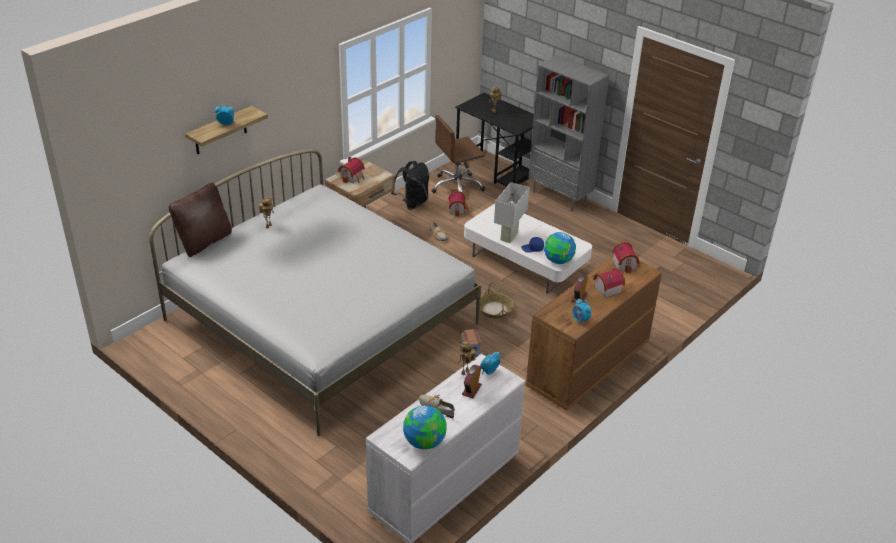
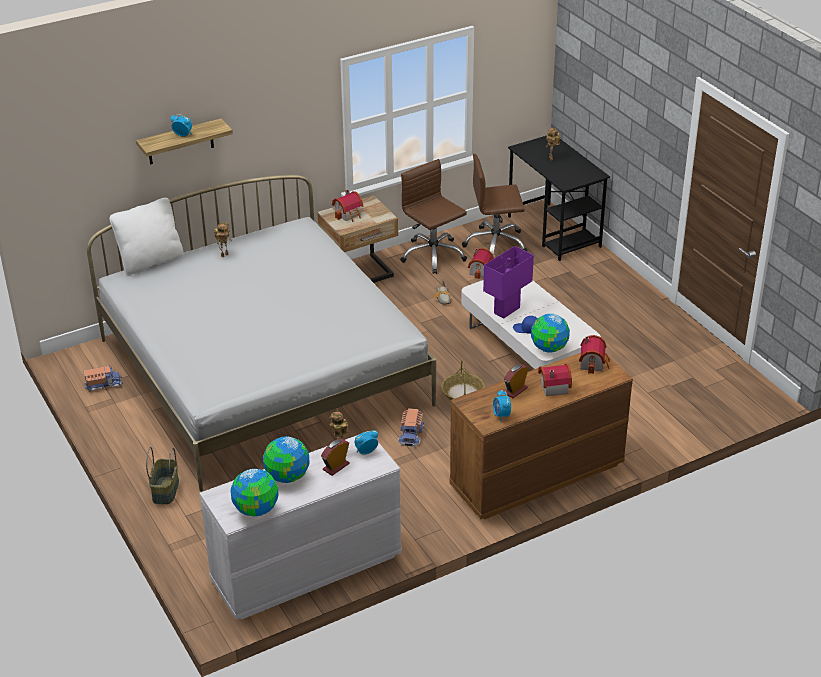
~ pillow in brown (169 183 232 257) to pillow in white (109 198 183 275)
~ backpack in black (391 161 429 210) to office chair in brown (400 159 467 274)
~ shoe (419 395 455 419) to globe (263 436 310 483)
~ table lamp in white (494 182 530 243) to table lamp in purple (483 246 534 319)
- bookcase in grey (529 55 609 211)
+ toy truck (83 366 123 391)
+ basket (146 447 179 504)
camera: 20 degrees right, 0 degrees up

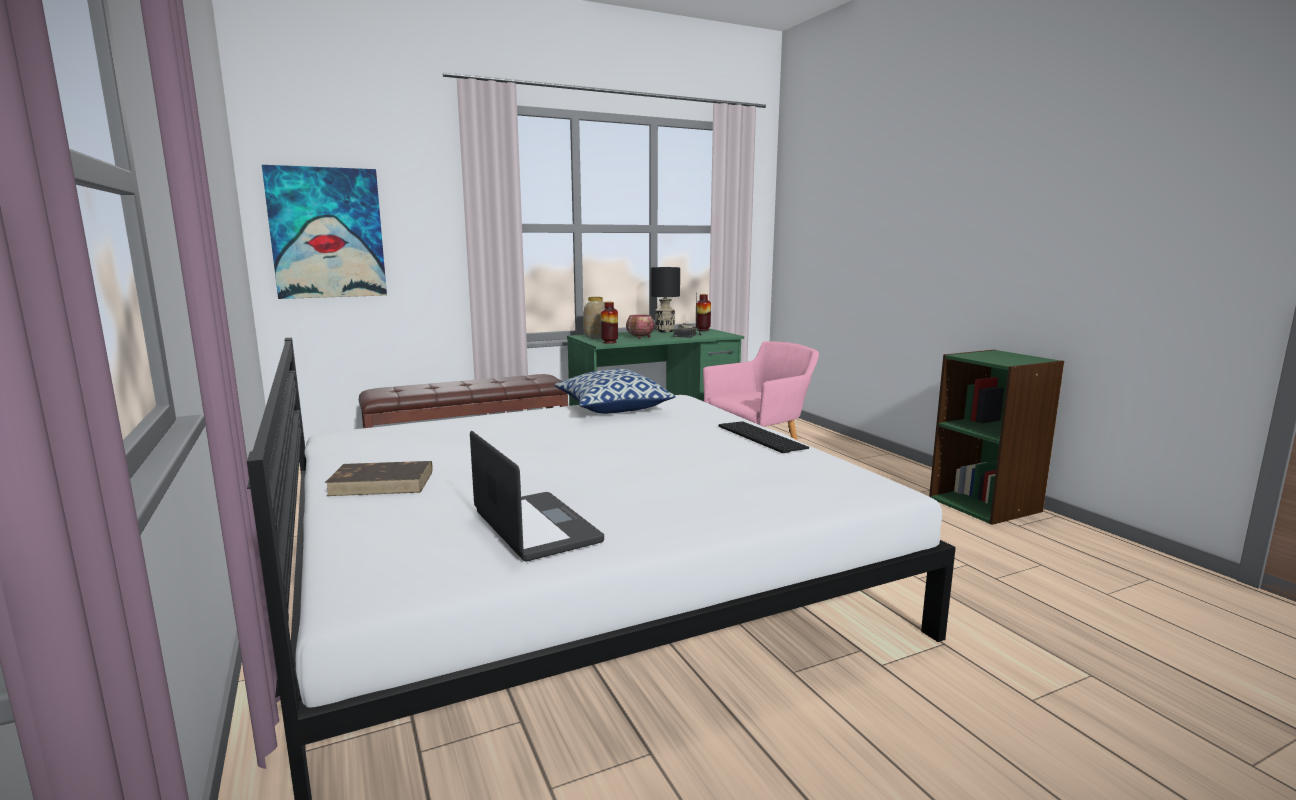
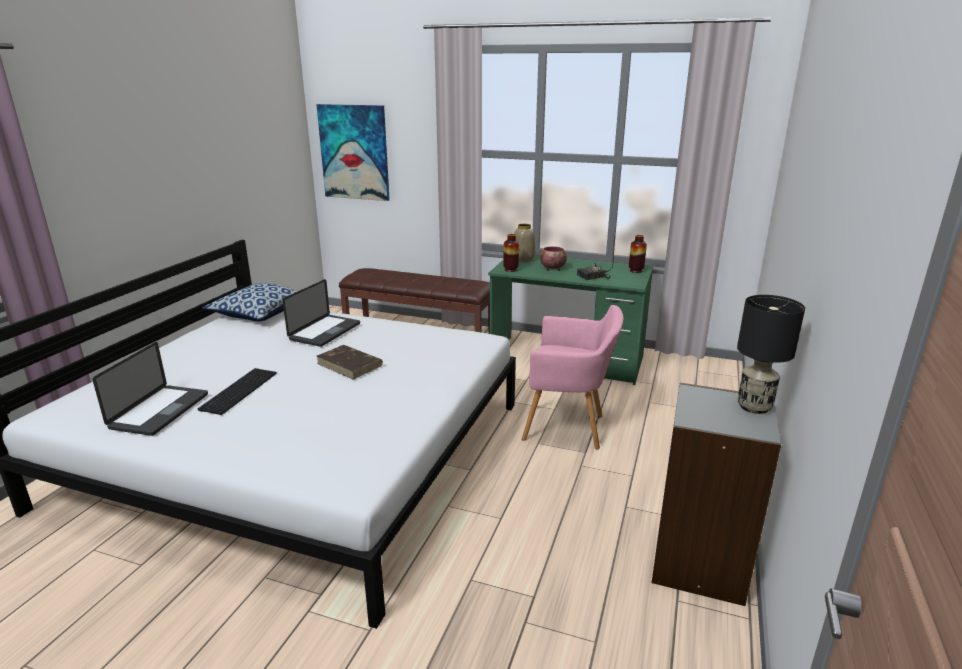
~ book in brown (325 461 433 496) to (317 345 383 380)
~ pillow (554 369 676 414) to (202 283 298 321)
~ table lamp in black (650 267 680 333) to (737 295 805 414)
~ keyboard (719 421 809 453) to (198 368 277 415)
~ bookcase in green (929 350 1064 525) to bookcase in grey (652 383 781 606)
+ laptop (283 279 360 347)
camera: 45 degrees right, 10 degrees up

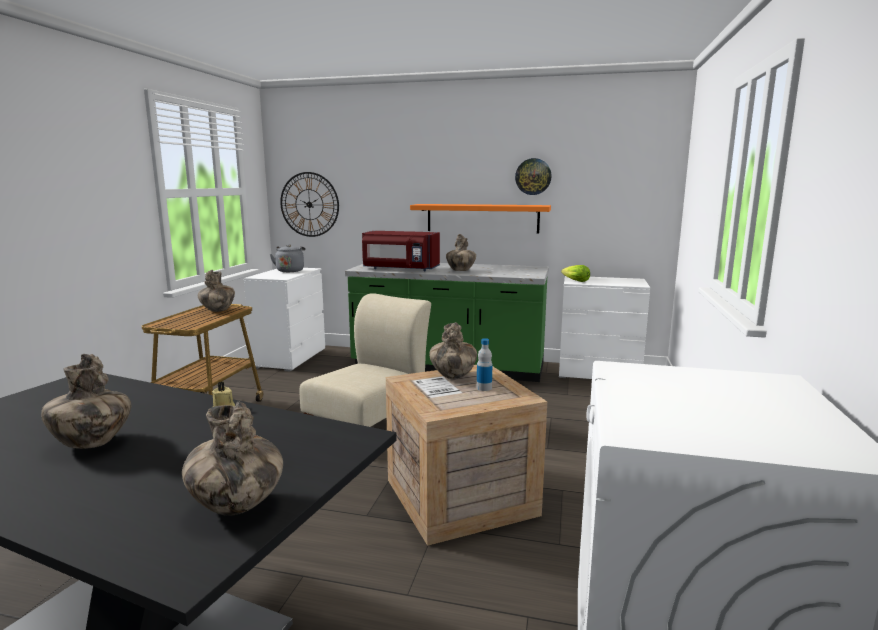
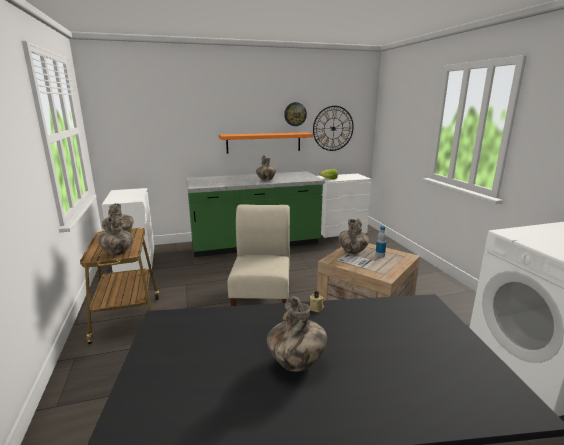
~ vase (182 402 283 516) to (98 215 134 255)
- kettle in grey (270 245 305 272)
~ wall clock (280 172 339 237) to (313 106 354 151)
- microwave in red (362 231 440 271)
camera: 30 degrees left, 5 degrees up

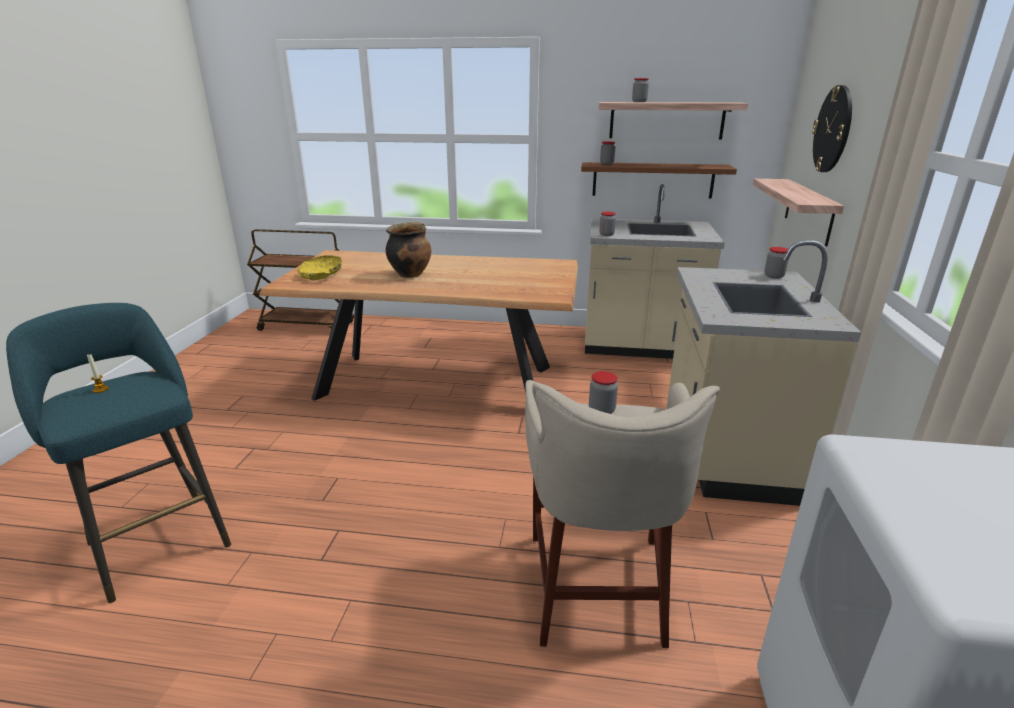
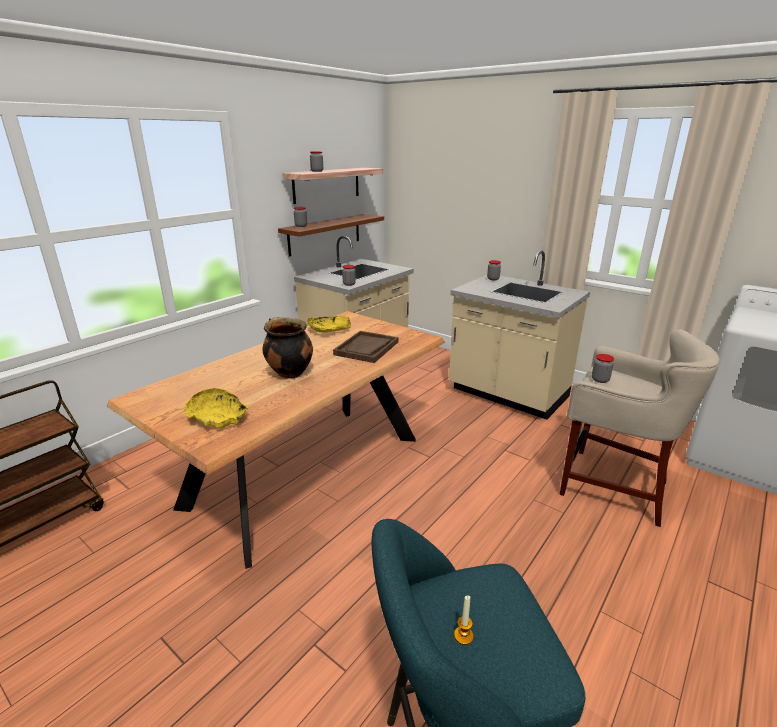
- shelf (753 179 844 246)
- wall clock (812 85 852 172)
+ bowl in yellow (308 316 351 333)
+ tray in brown (333 331 398 363)
camera: 60 degrees left, 0 degrees up

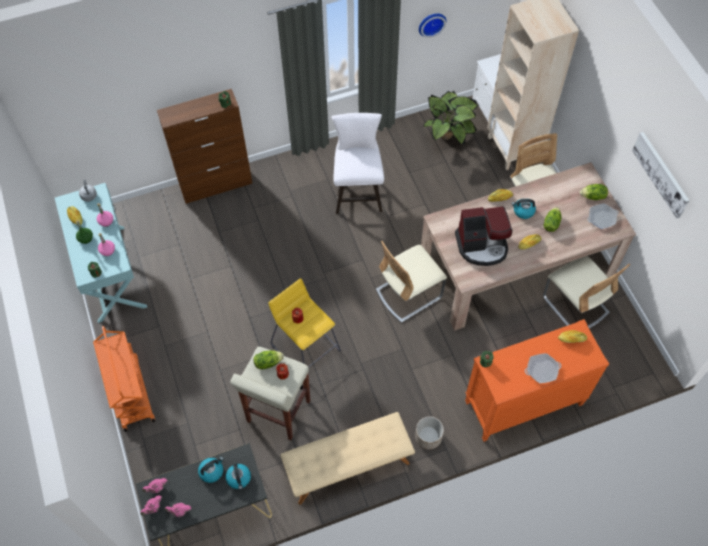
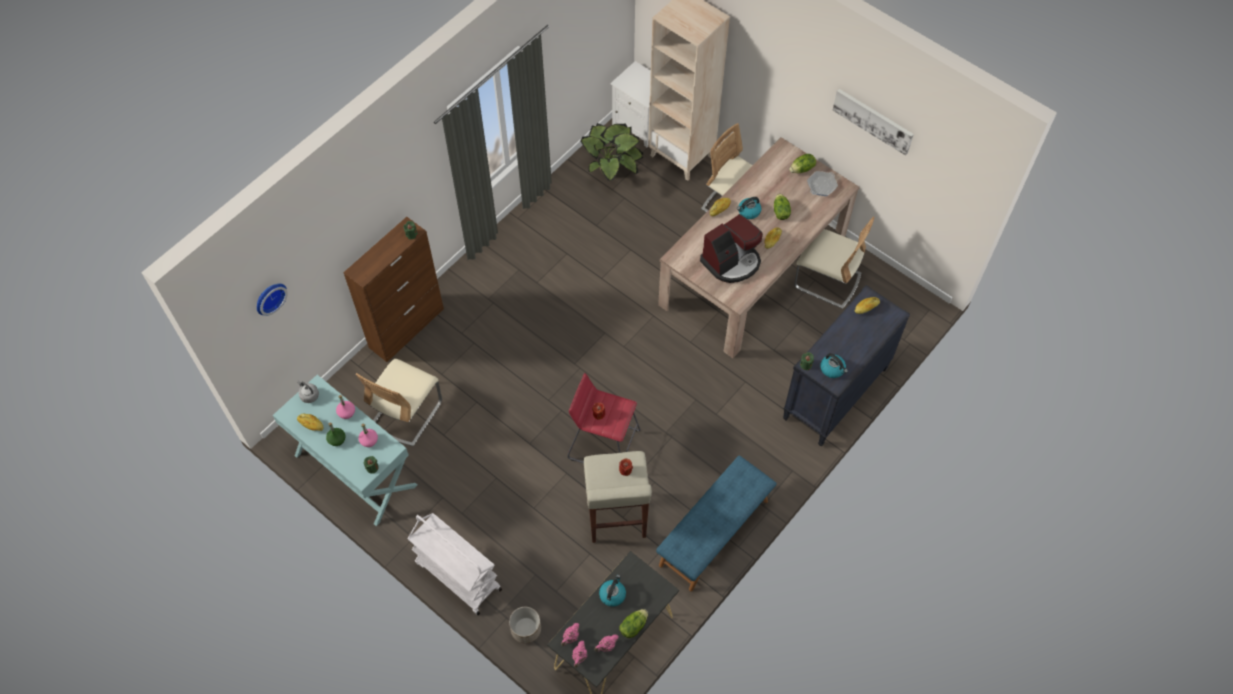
~ cart in orange (93 326 155 432) to cart in white (407 513 502 615)
~ kettle (226 463 251 490) to (820 353 848 378)
~ lettuce (254 350 284 369) to (619 609 648 638)
~ stool in yellow (268 278 341 367) to stool in red (567 373 641 463)
~ bench in beige (280 412 415 505) to bench in blue (656 455 777 591)
- stool in white (331 113 384 214)
~ chair in beige (376 241 447 323) to (356 359 442 446)
~ planter (415 416 444 450) to (509 607 541 644)
~ wall clock (419 14 446 38) to (257 284 288 316)
~ dresser in orange (465 319 609 442) to dresser in black (783 285 910 446)
- frying pan (525 353 561 383)
camera: 30 degrees left, 0 degrees up

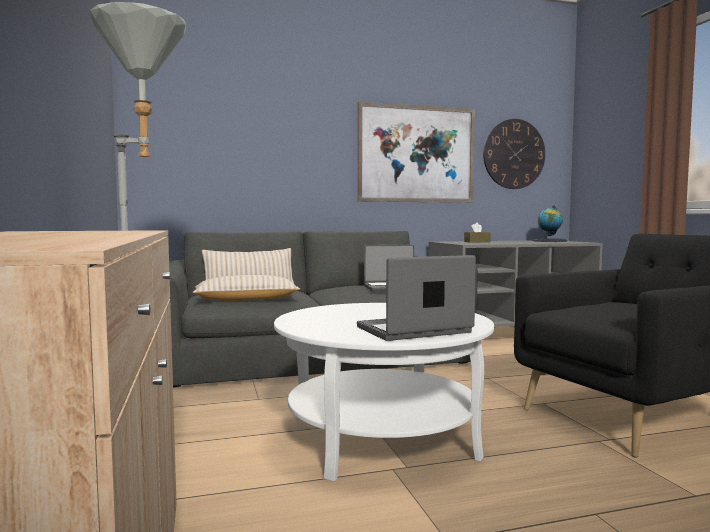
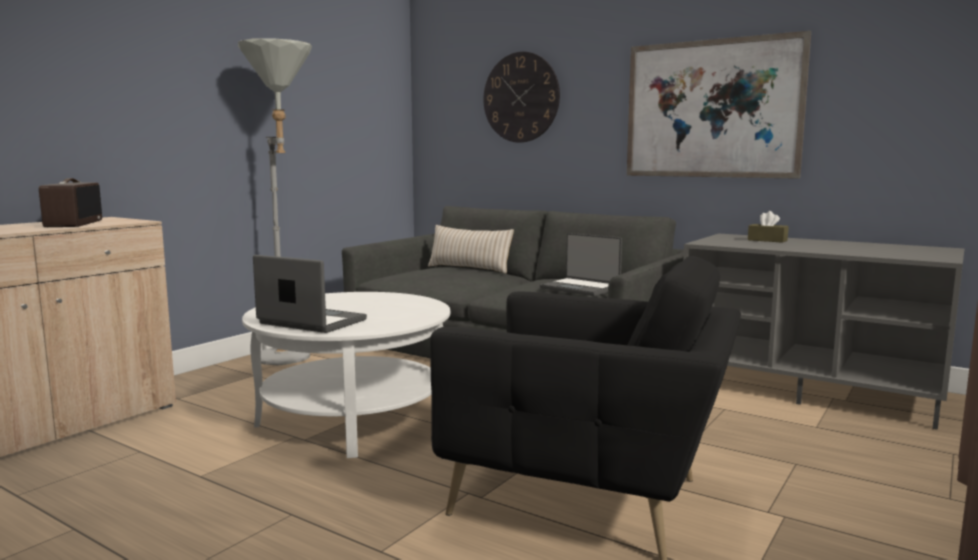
- pillow in beige (193 275 300 301)
~ wall clock (483 119 545 189) to (483 52 560 143)
- globe (533 205 567 242)
+ radio (39 178 102 227)
camera: 50 degrees right, 5 degrees up

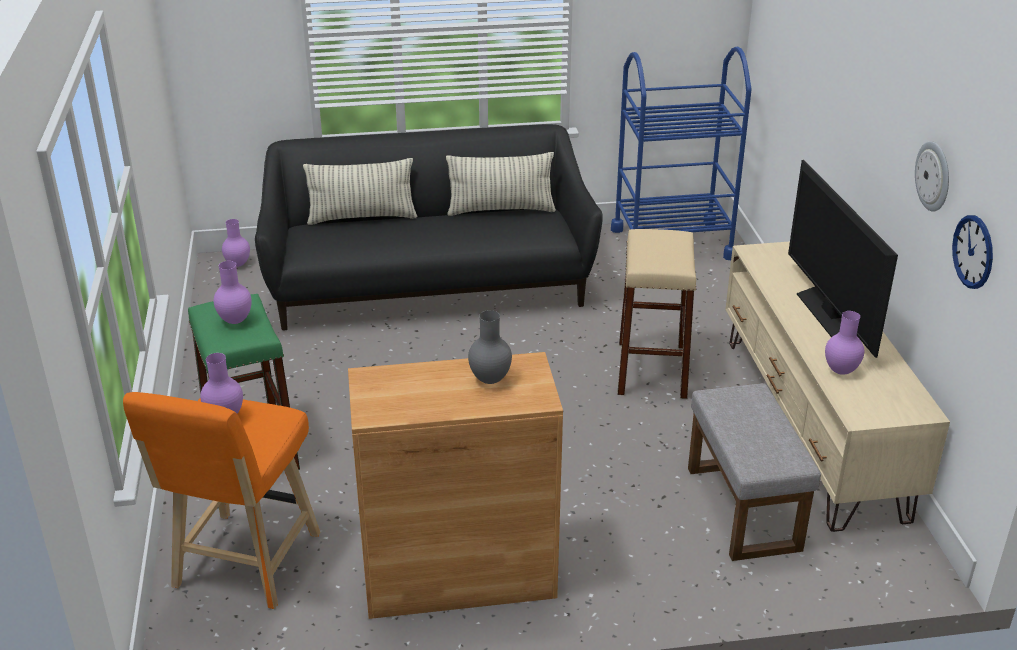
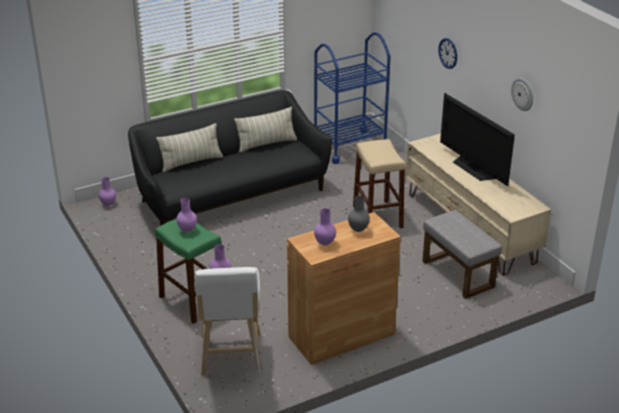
~ stool in orange (123 392 321 609) to stool in white (195 267 262 376)
~ vase in purple (825 311 864 375) to (314 208 336 245)
~ wall clock (952 215 993 289) to (438 38 457 69)
camera: 20 degrees left, 0 degrees up

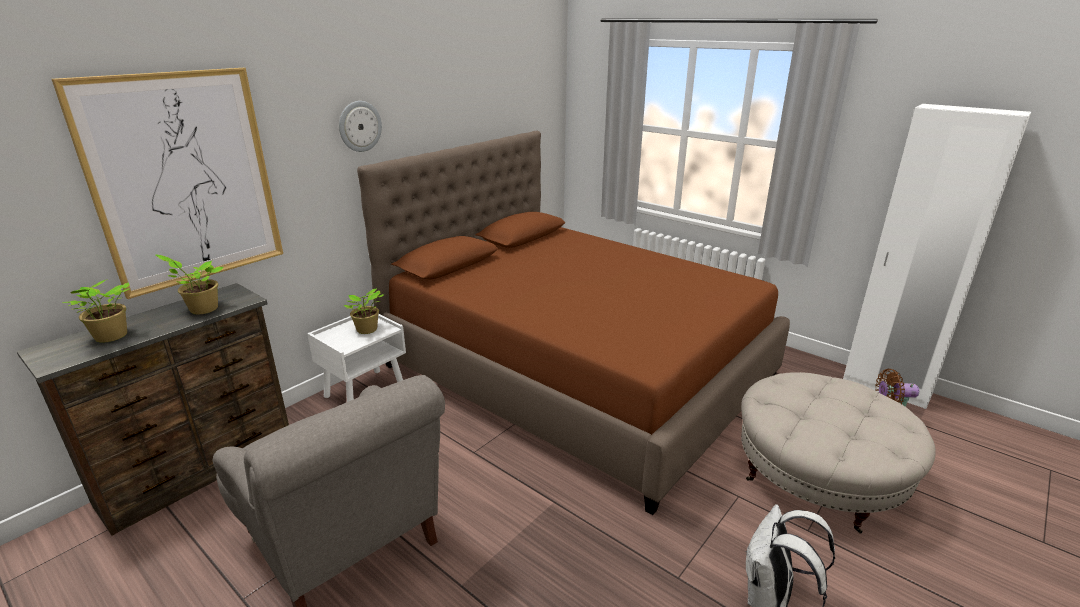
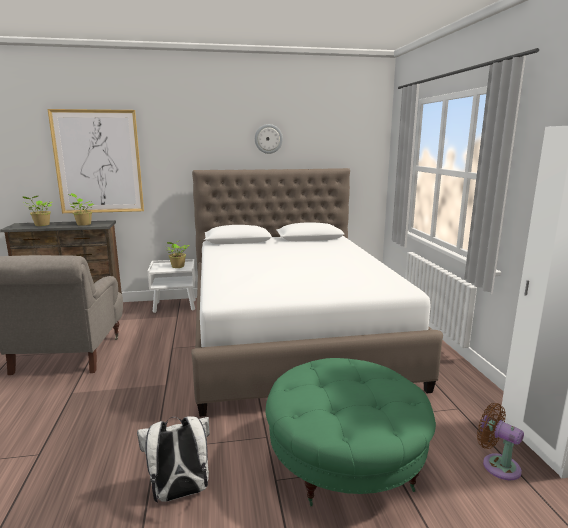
~ wall clock (339 101 382 152) to (255 124 283 154)
~ bed in brown (357 131 790 515) to bed in white (191 168 443 417)
~ ottoman in beige (741 372 936 534) to ottoman in green (266 358 436 506)
camera: 40 degrees right, 10 degrees down

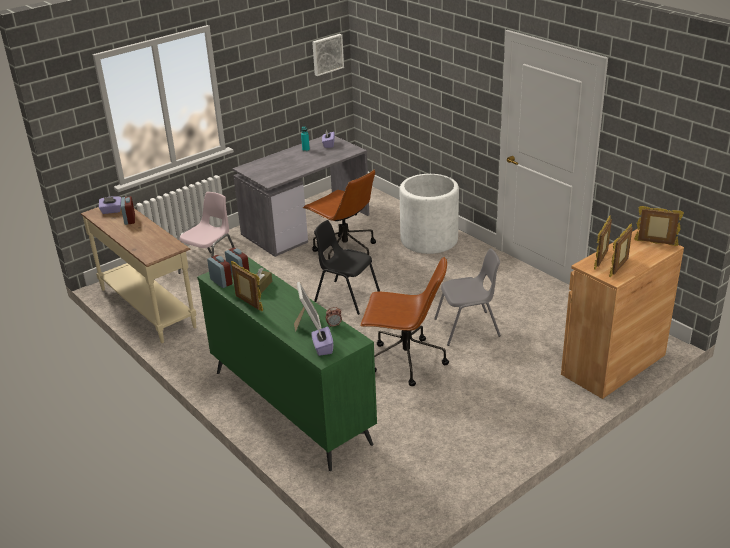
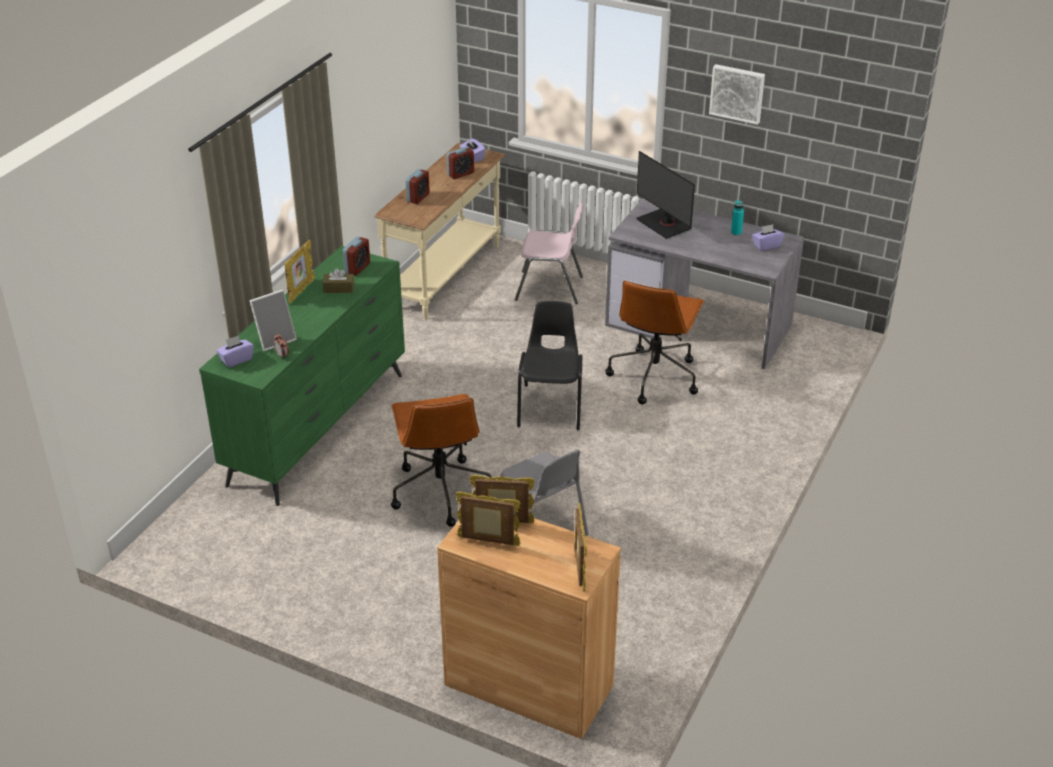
~ alarm clock (207 255 233 288) to (406 169 430 204)
~ picture (312 34 344 76) to (709 64 765 125)
- planter in white (399 174 459 254)
+ monitor (636 151 695 239)
camera: 65 degrees right, 5 degrees up

